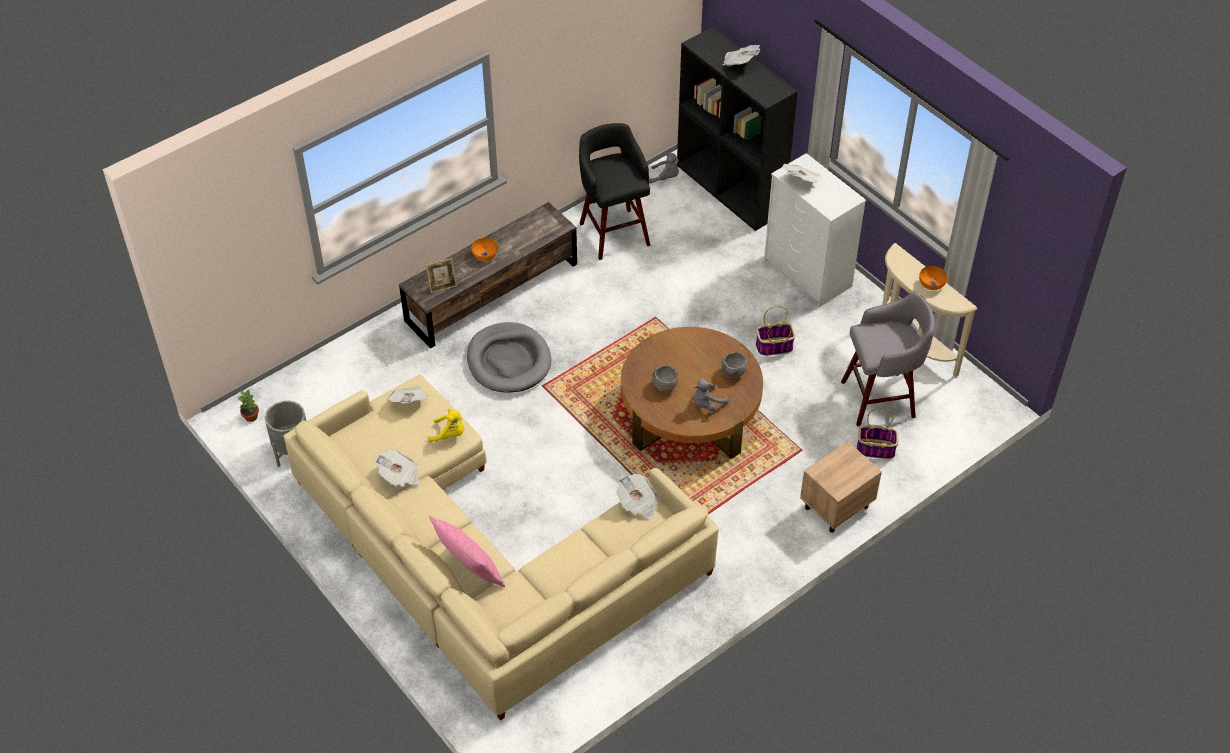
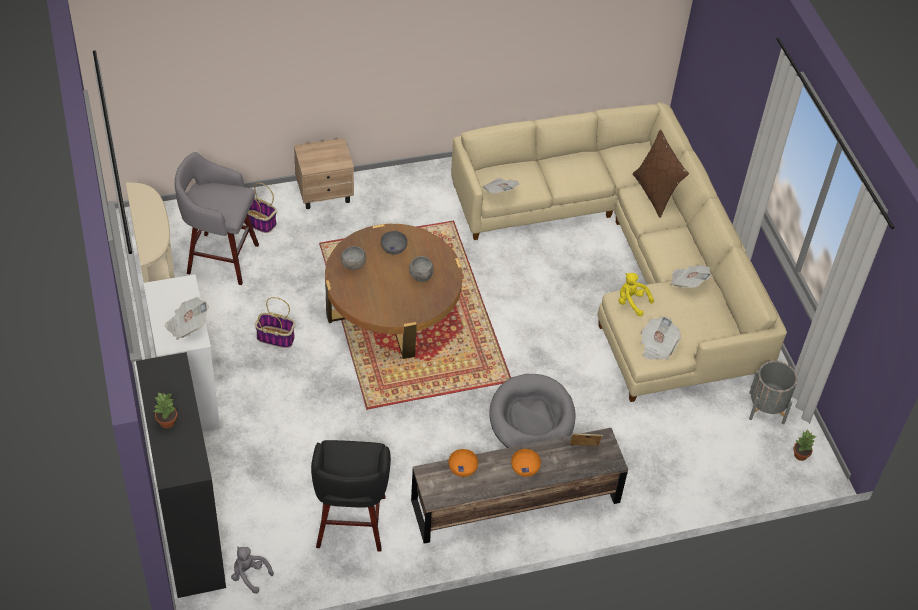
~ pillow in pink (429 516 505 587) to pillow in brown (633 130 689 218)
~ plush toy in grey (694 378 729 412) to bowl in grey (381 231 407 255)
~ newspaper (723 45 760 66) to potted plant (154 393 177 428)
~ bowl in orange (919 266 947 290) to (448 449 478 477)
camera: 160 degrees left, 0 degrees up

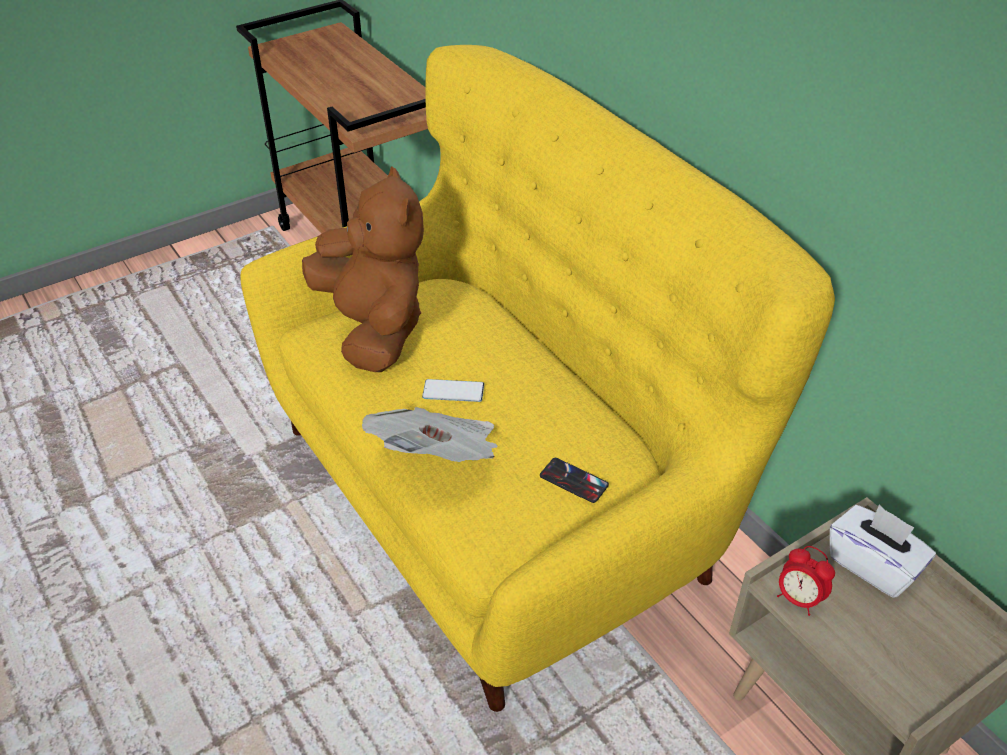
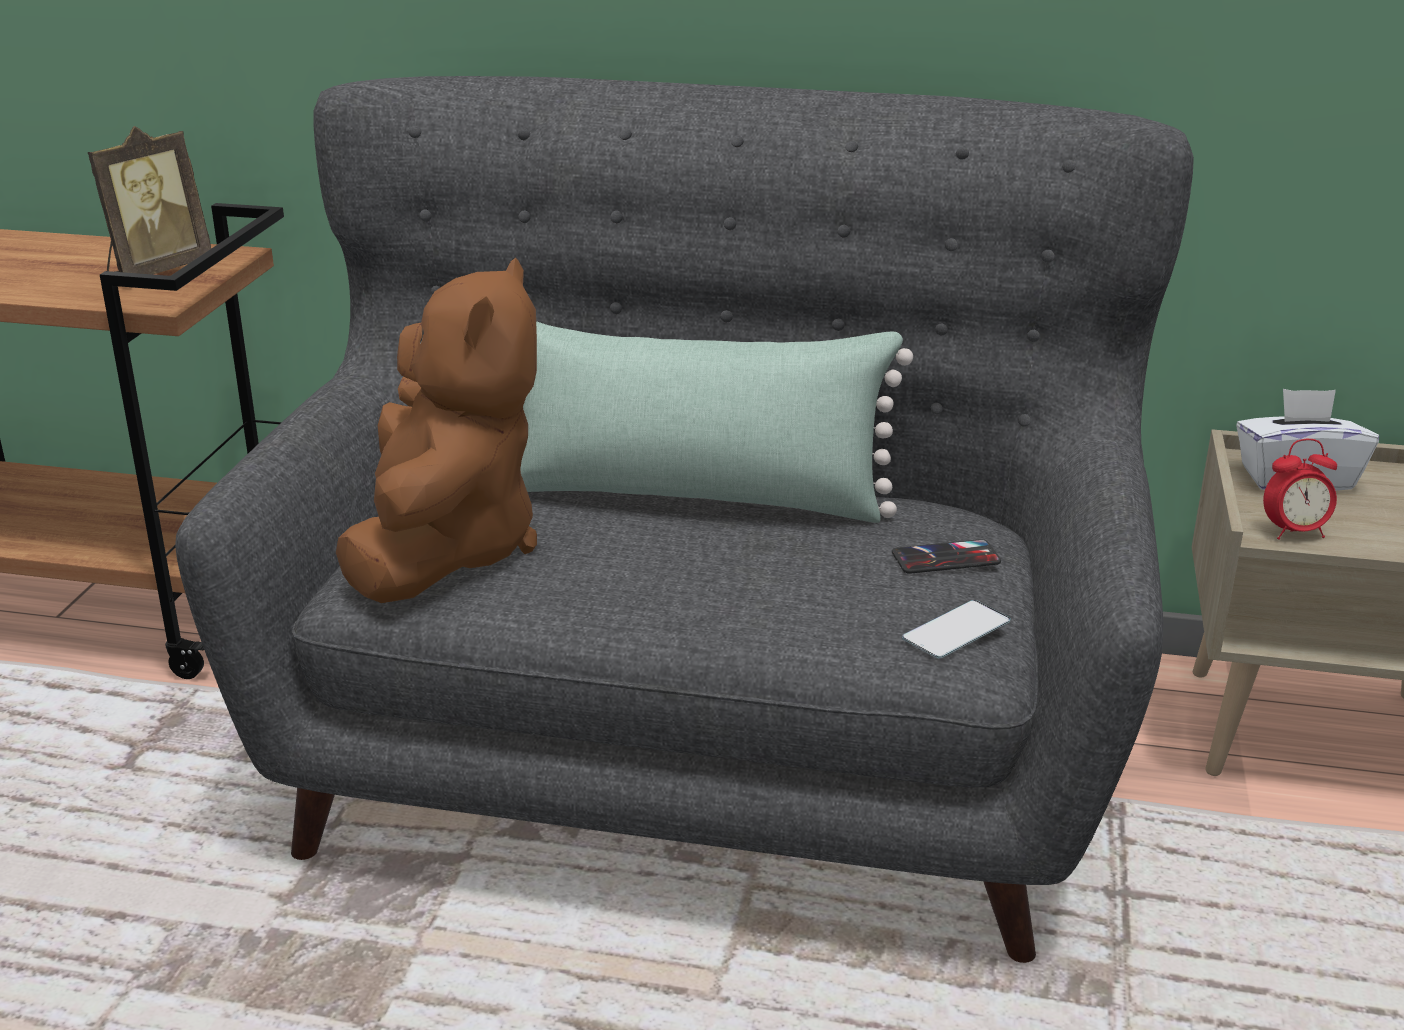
~ sofa in yellow (240 45 835 712) to sofa in grey (175 76 1194 963)
~ plush toy in brown (302 166 424 372) = (336 258 537 603) 75 degrees clockwise
- newspaper (362 407 498 462)
~ phone (422 379 484 402) to (902 600 1011 659)
+ picture frame (88 126 211 275)
+ pillow in green (520 321 913 523)
camera: 45 degrees left, 15 degrees down

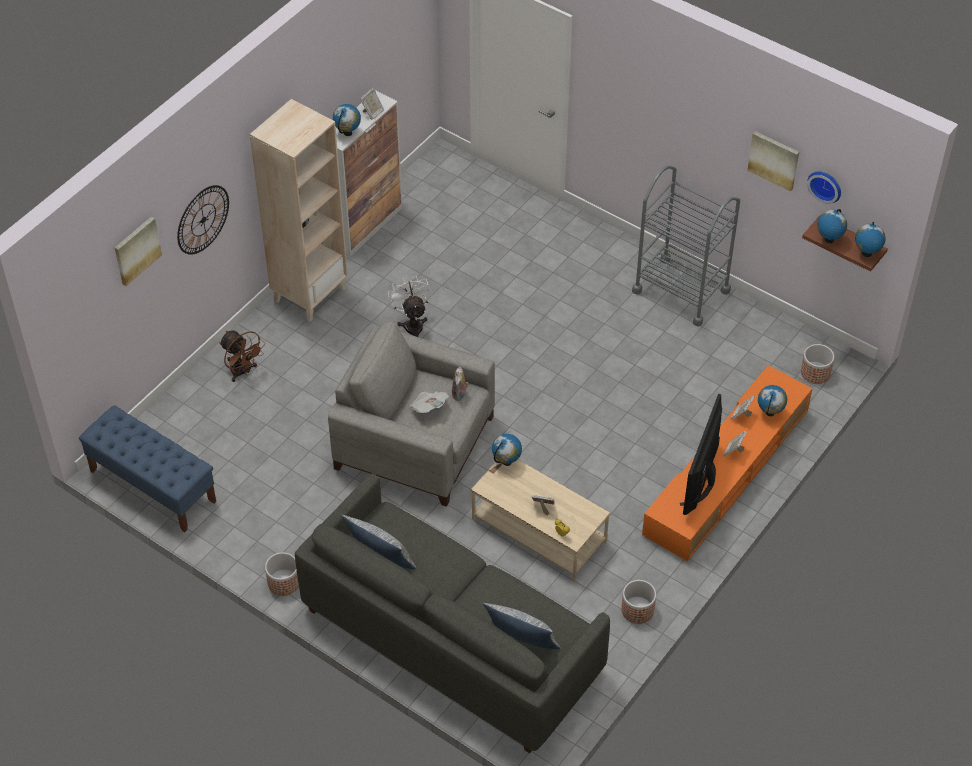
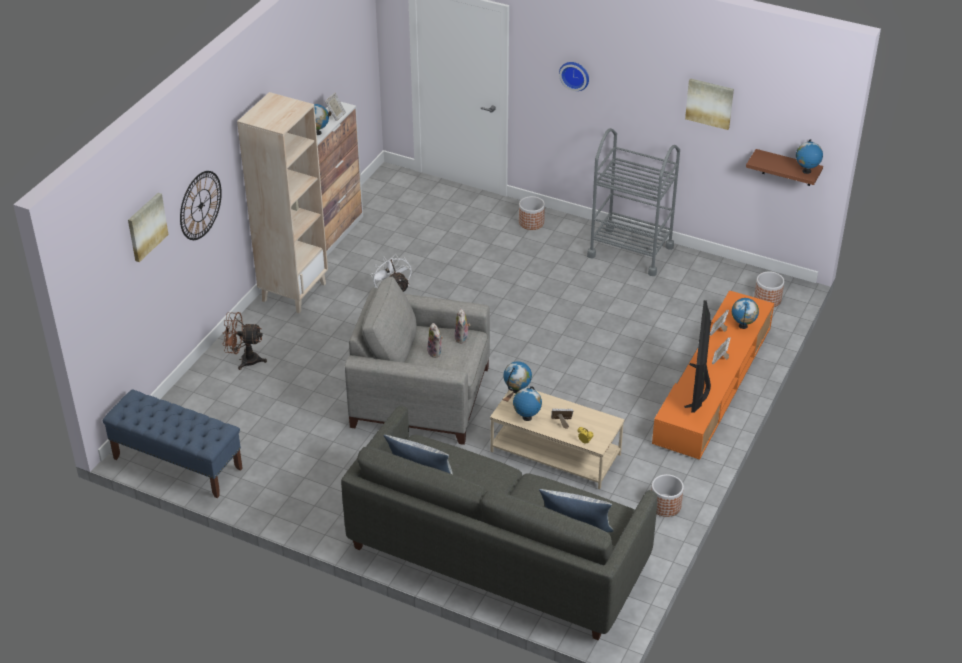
~ fan in brown (219 330 265 382) = (222 312 267 370) 150 degrees clockwise
~ planter (265 552 299 596) to (519 196 545 230)
~ newspaper (409 391 449 413) to plush toy (427 323 443 358)
~ wall clock (807 172 841 204) to (559 62 589 91)
~ globe (817 209 847 243) to (513 386 542 421)
camera: 10 degrees left, 10 degrees down

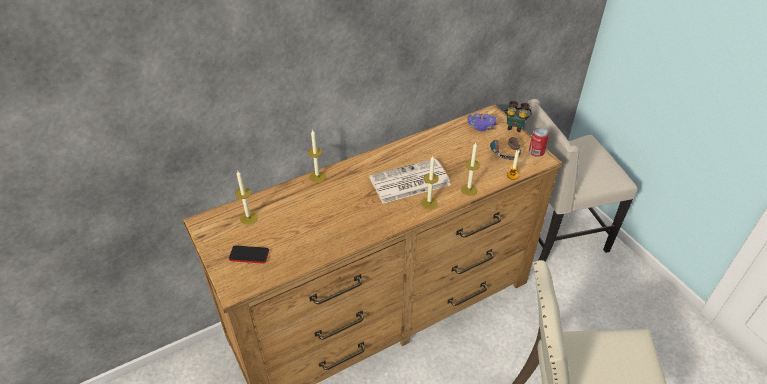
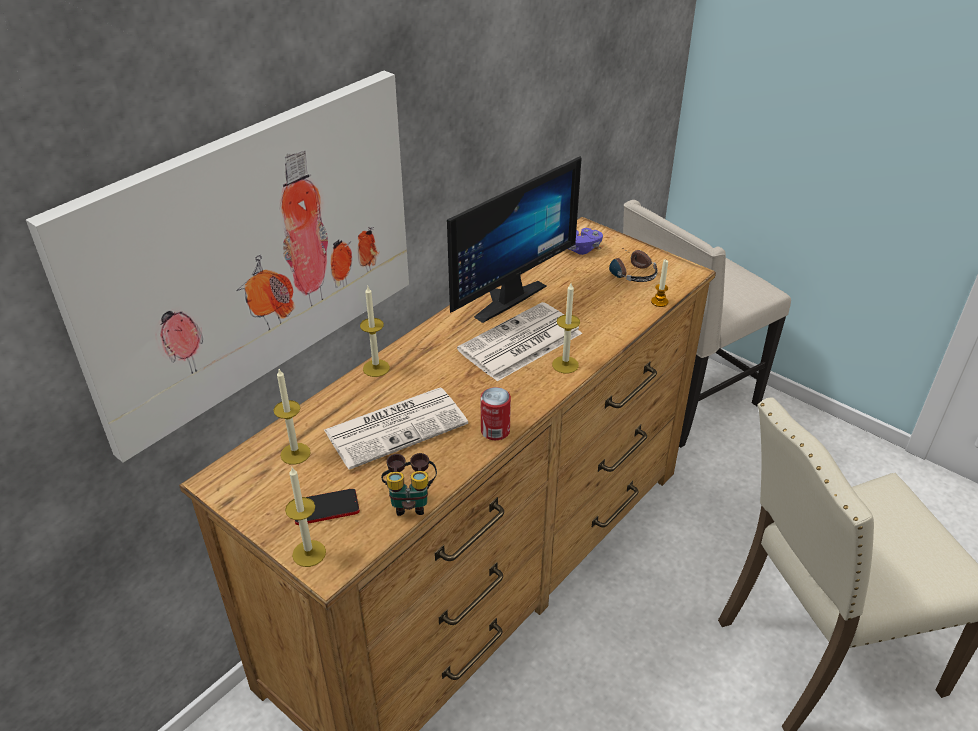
~ candle (461 143 480 196) to (285 467 326 567)
~ binoculars (505 101 532 132) to (381 453 437 516)
~ can (529 128 549 157) to (481 387 511 440)
+ picture (26 71 409 462)
+ newspaper (324 388 468 470)
+ monitor (447 156 582 323)
camera: 20 degrees left, 5 degrees down

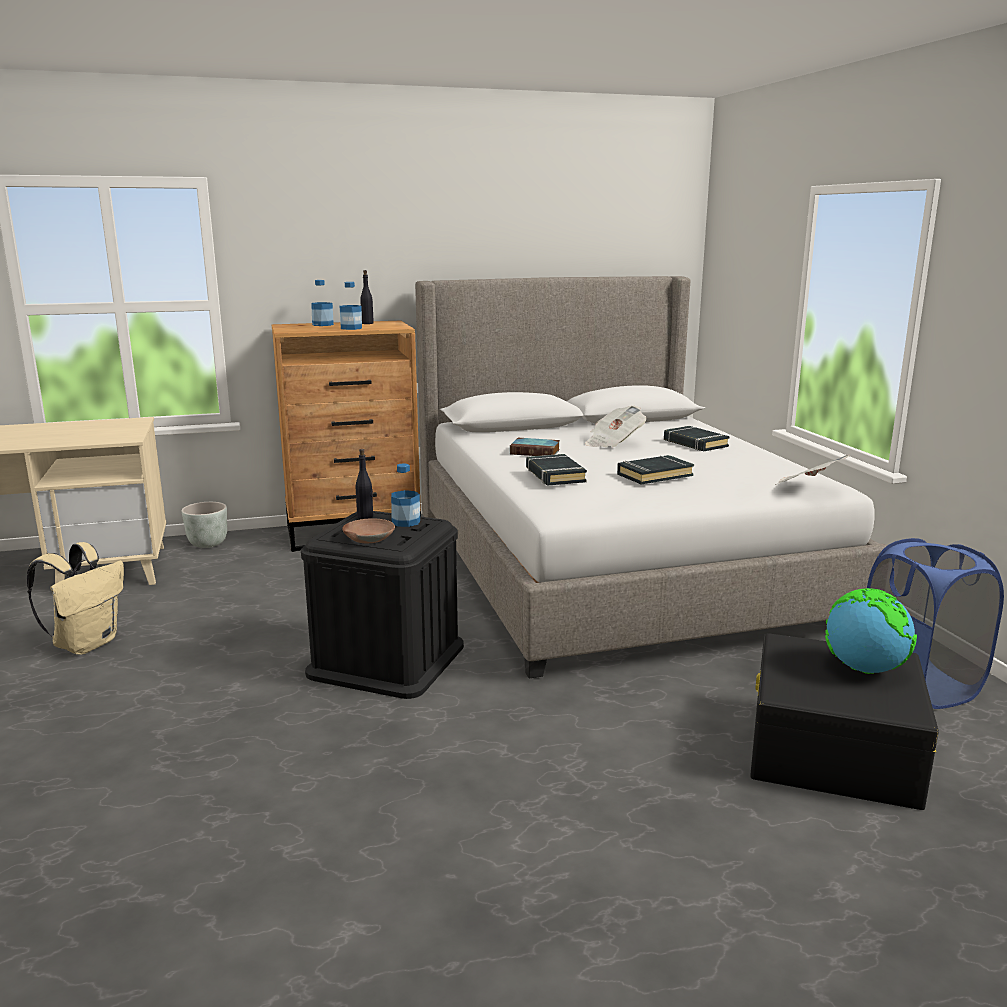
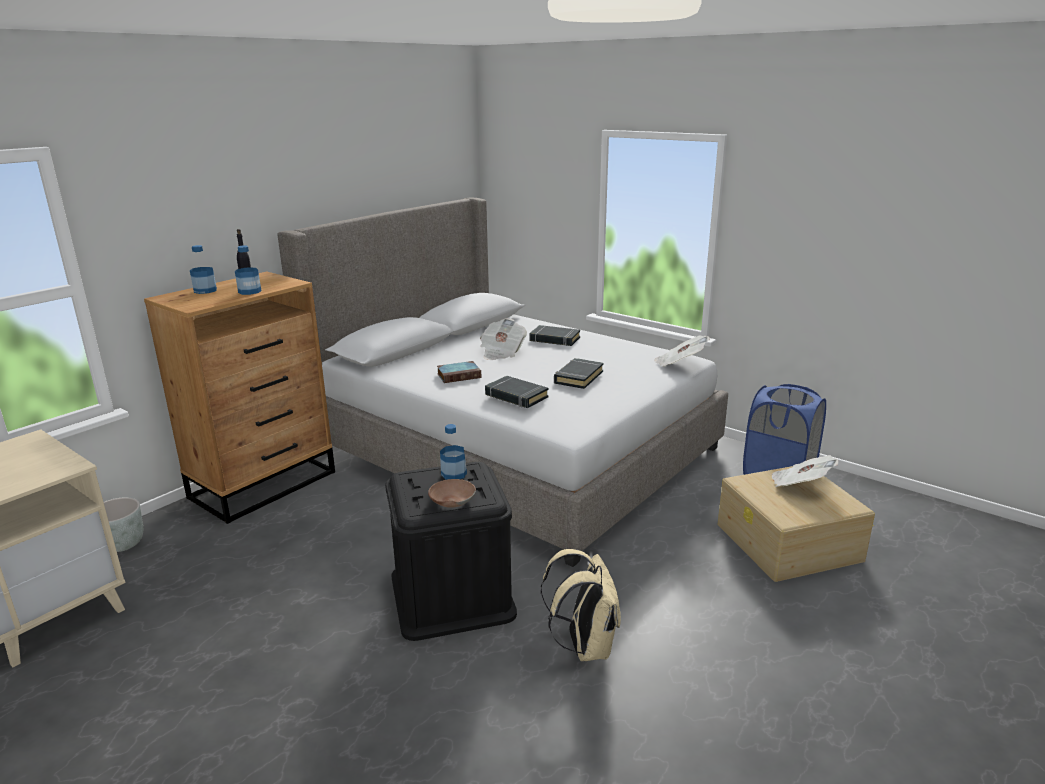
~ backpack in beige (27 542 124 655) to (541 549 621 661)
- bottle in black (356 449 373 519)
~ storage box in black (750 633 939 810) to storage box in beige (718 466 875 582)
~ globe (825 588 917 674) to newspaper (772 455 839 487)
camera: 35 degrees left, 5 degrees up

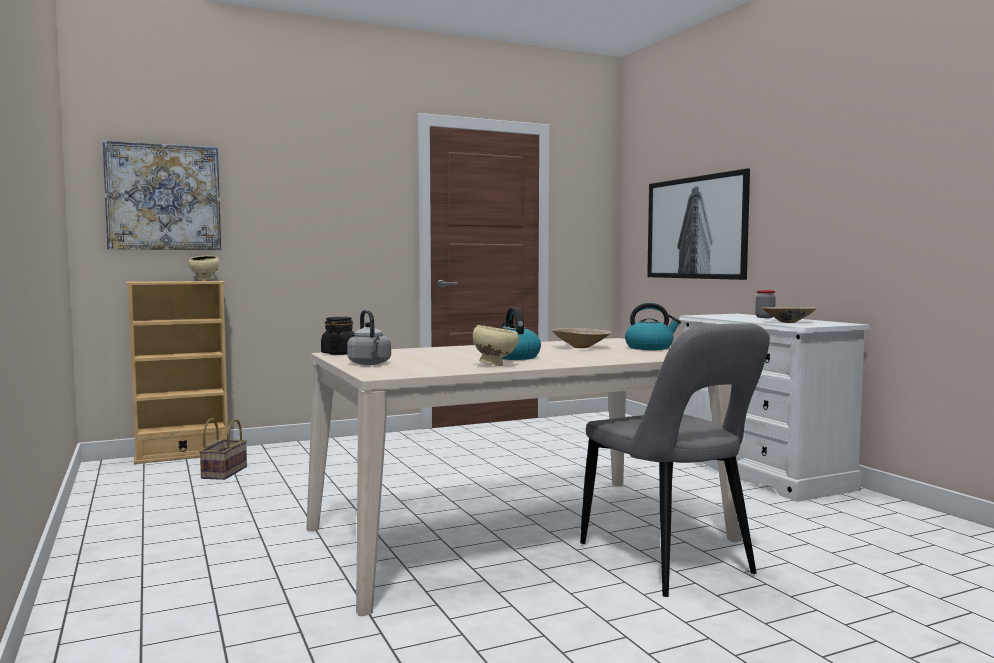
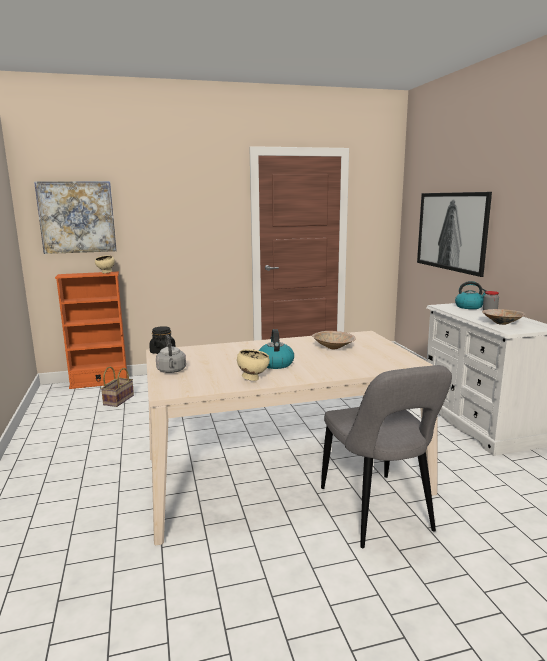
~ bookcase in beige (126 281 228 464) to bookcase in orange (55 272 128 389)
~ kettle (625 303 681 350) to (455 281 486 309)
camera: 10 degrees right, 10 degrees up

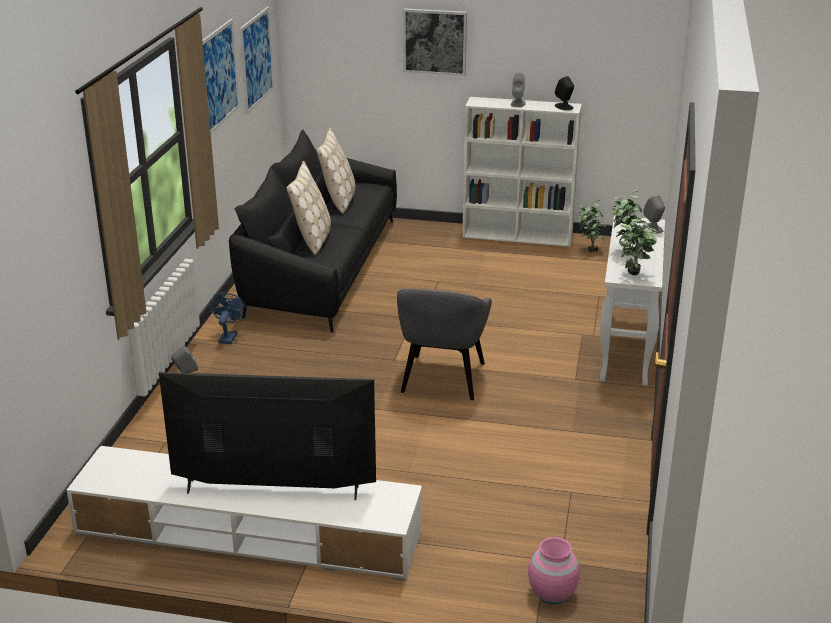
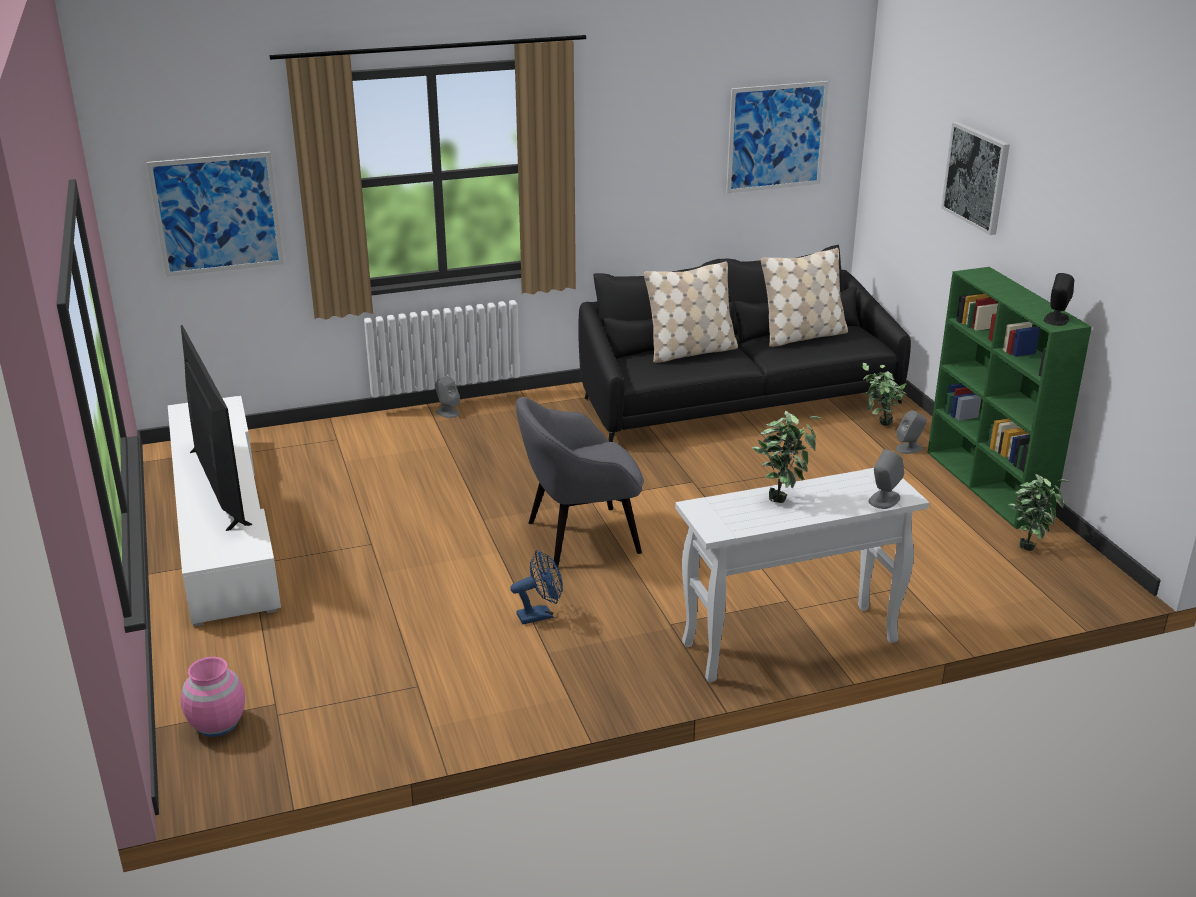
~ picture (202 19 240 134) to (147 152 284 277)
~ fan in blue (210 292 247 344) to (510 550 563 624)
~ bookcase in white (462 97 582 247) to bookcase in green (927 267 1092 529)
~ speaker in grey (511 73 526 107) to (895 410 927 454)
~ potted plant (619 219 657 275) to (863 363 907 426)
camera: 60 degrees right, 0 degrees up

